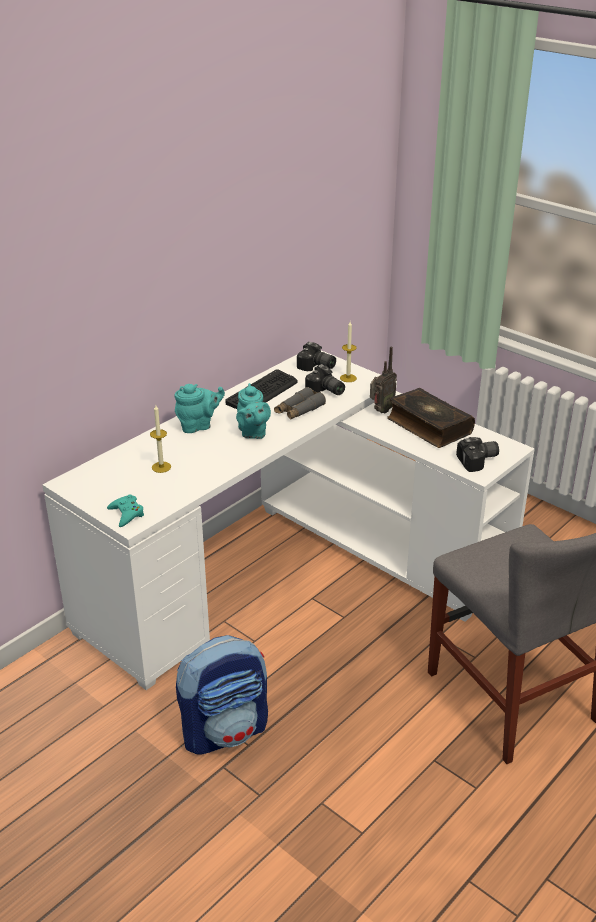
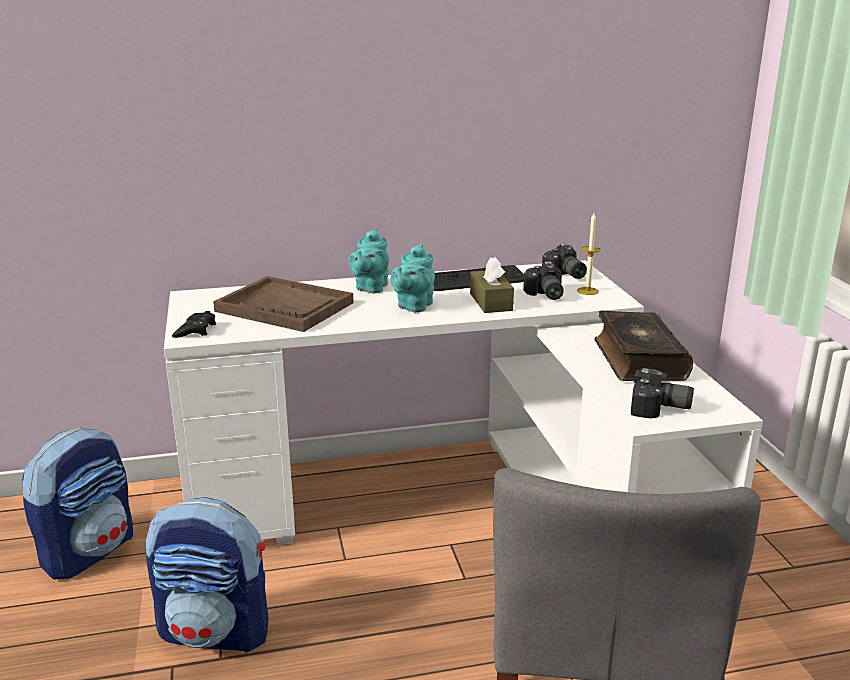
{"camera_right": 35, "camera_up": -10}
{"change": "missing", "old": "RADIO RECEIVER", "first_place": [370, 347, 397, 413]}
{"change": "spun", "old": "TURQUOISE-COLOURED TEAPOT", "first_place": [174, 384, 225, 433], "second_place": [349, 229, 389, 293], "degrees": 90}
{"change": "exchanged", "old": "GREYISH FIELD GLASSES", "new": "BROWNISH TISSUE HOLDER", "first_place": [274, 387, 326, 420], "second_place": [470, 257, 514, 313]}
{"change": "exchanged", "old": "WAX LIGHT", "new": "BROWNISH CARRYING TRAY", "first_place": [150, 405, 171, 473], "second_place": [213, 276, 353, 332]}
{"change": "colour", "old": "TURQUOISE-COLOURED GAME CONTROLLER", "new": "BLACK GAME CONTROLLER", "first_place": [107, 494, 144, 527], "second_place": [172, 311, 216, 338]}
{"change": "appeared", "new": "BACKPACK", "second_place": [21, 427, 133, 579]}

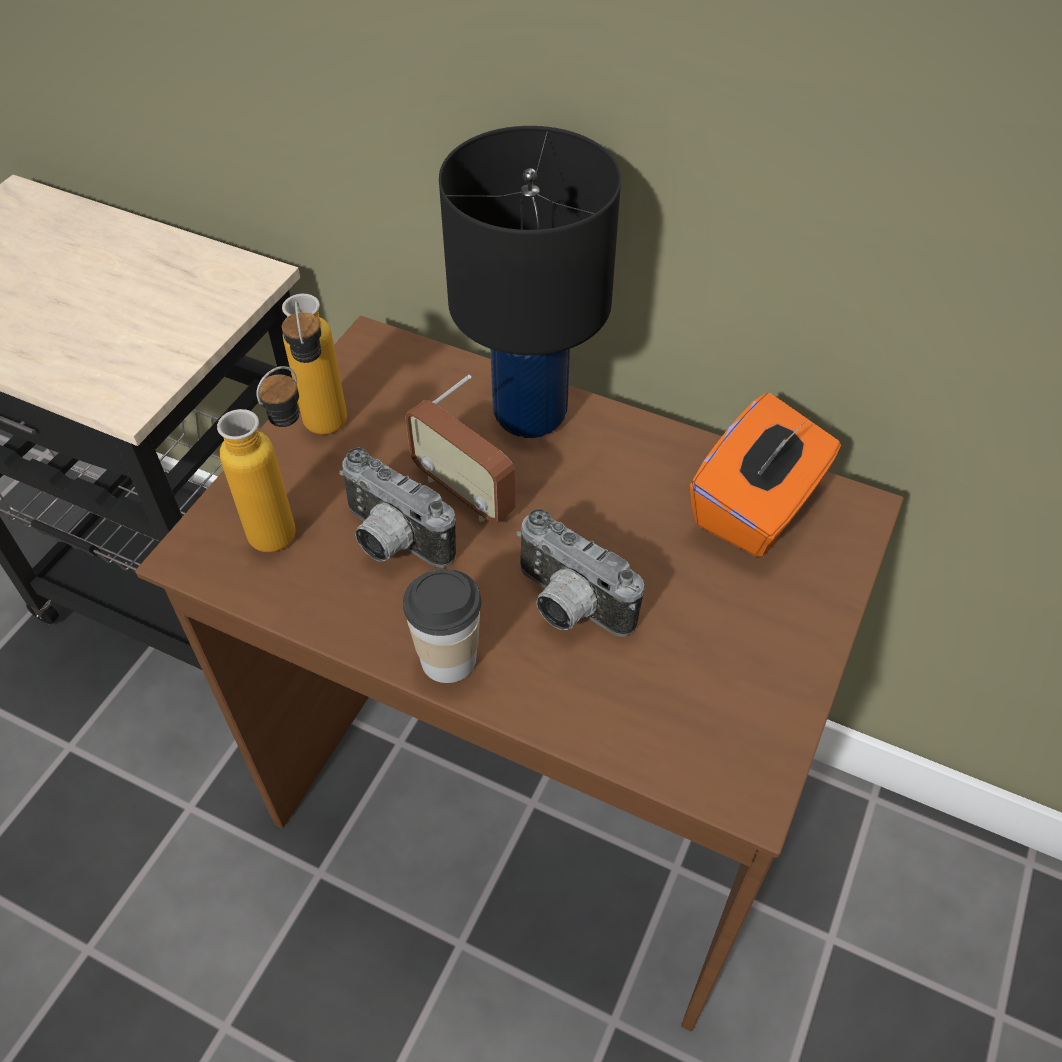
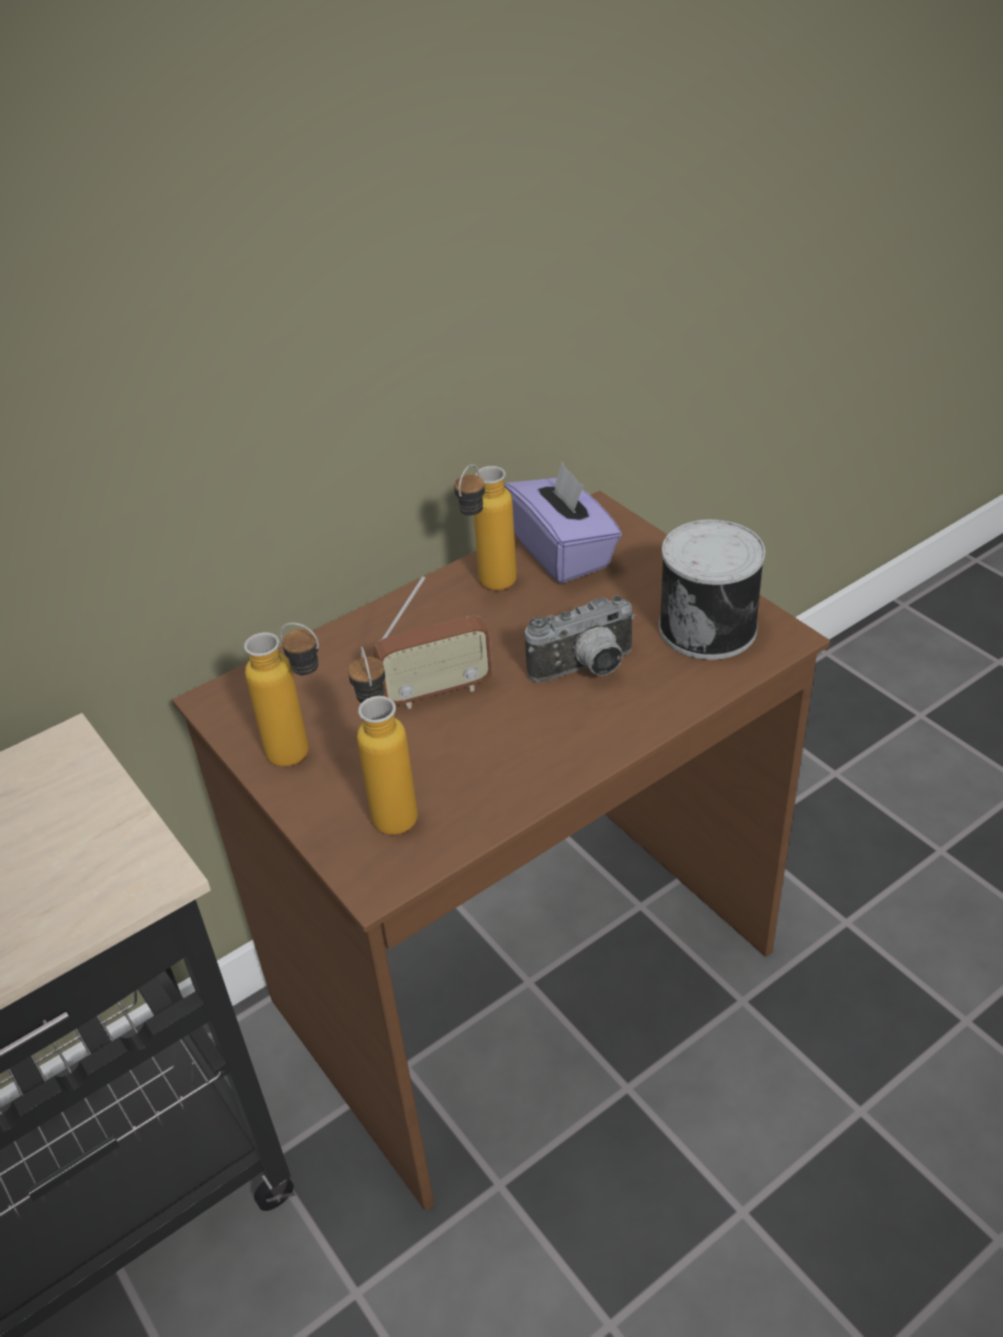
{"camera_right": -60, "camera_up": -10}
{"change": "missing", "old": "BLACK TABLE LAMP", "first_place": [439, 126, 621, 438]}
{"change": "colour", "old": "ORANGEY TISSUE HOLDER", "new": "PURPLE-COLOURED TISSUE HOLDER", "first_place": [690, 393, 841, 557], "second_place": [504, 462, 622, 583]}
{"change": "missing", "old": "STILL CAMERA", "first_place": [339, 447, 456, 567]}
{"change": "missing", "old": "CUP", "first_place": [403, 569, 481, 683]}
{"change": "appeared", "new": "BEVERAGE BOTTLE", "second_place": [454, 464, 517, 591]}
{"change": "appeared", "new": "SEALED CAN", "second_place": [659, 519, 765, 660]}

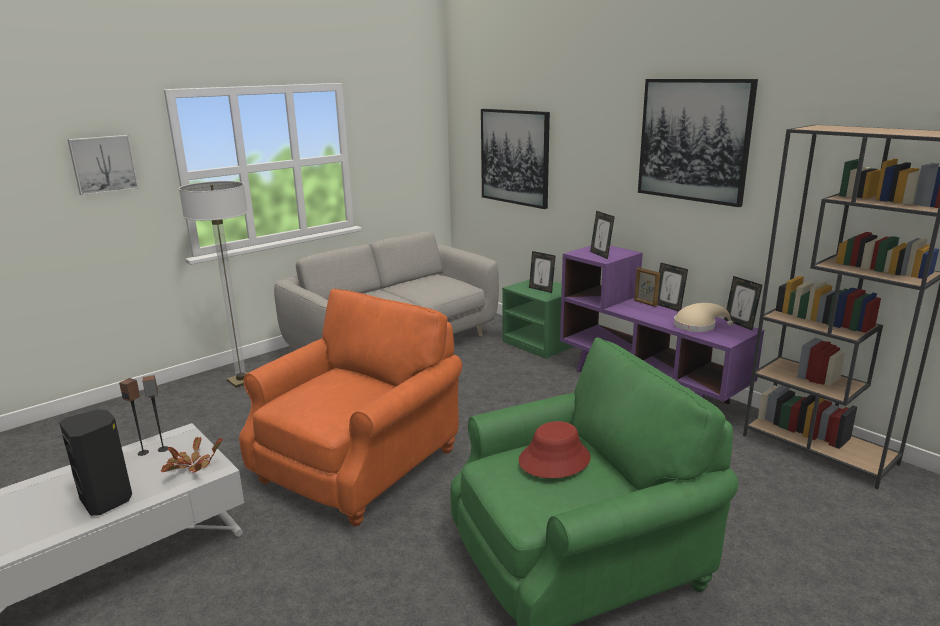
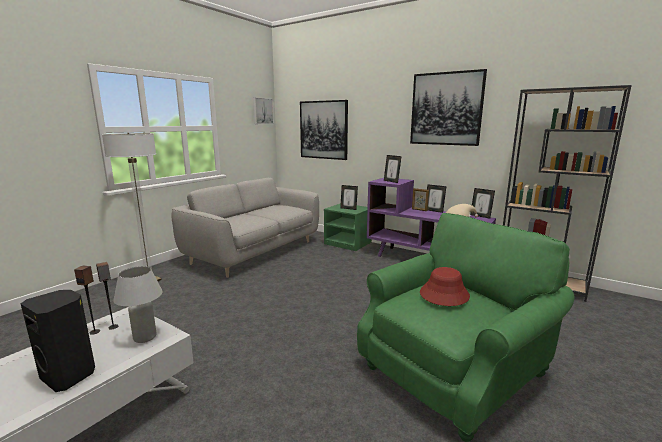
{"camera_right": -15, "camera_up": -5}
{"change": "relocated", "old": "WALL PICTURE", "first_place": [67, 135, 139, 196], "second_place": [253, 98, 274, 124]}
{"change": "missing", "old": "ORANGEY ARMCHAIR", "first_place": [239, 289, 462, 526]}
{"change": "exchanged", "old": "HOUSEPLANT", "new": "WHITISH TABLE LAMP", "first_place": [161, 436, 223, 473], "second_place": [113, 266, 163, 343]}

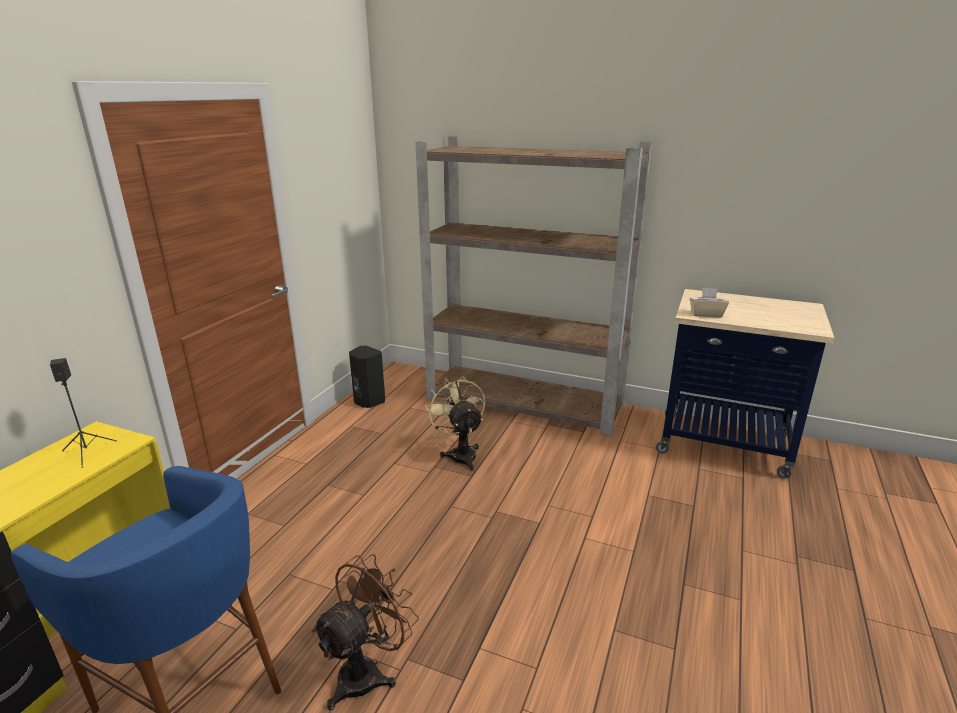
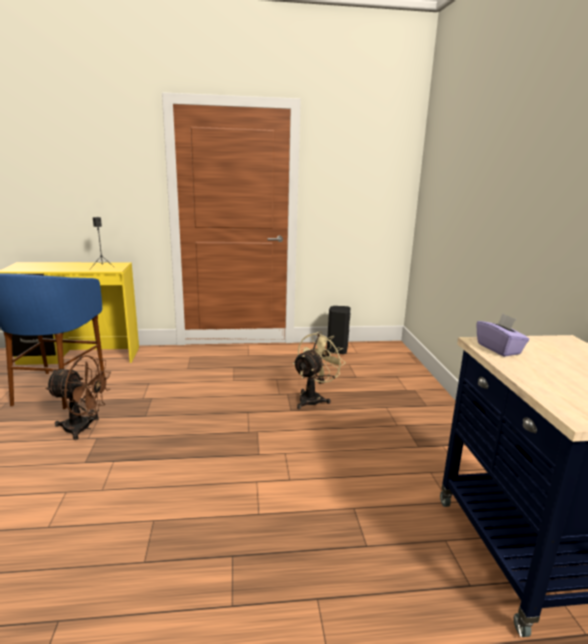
{"camera_right": 60, "camera_up": -5}
{"change": "missing", "old": "BROWNISH BOOKSHELF", "first_place": [415, 137, 652, 436]}
{"change": "colour", "old": "SAND-COLOURED TISSUE HOLDER", "new": "PURPLE-COLOURED TISSUE HOLDER", "first_place": [690, 288, 729, 317], "second_place": [476, 313, 529, 357]}

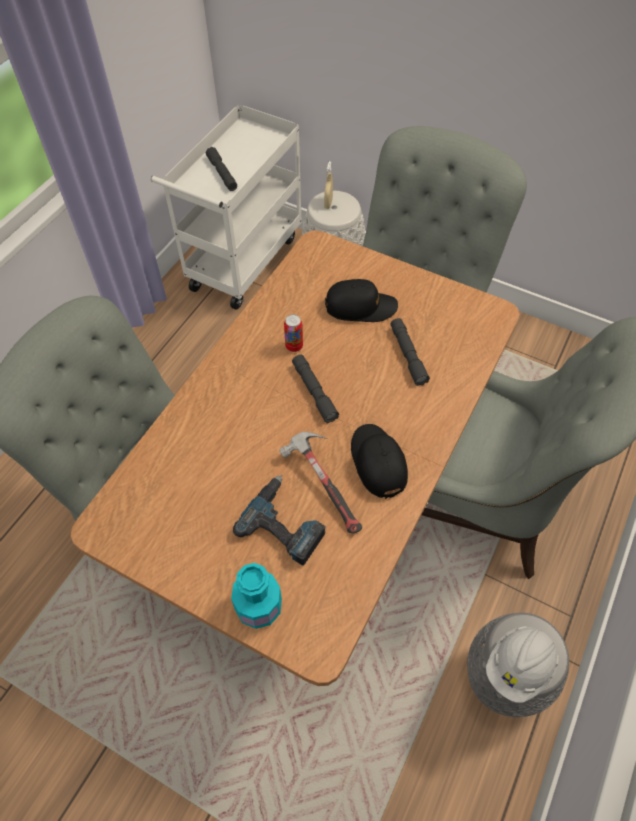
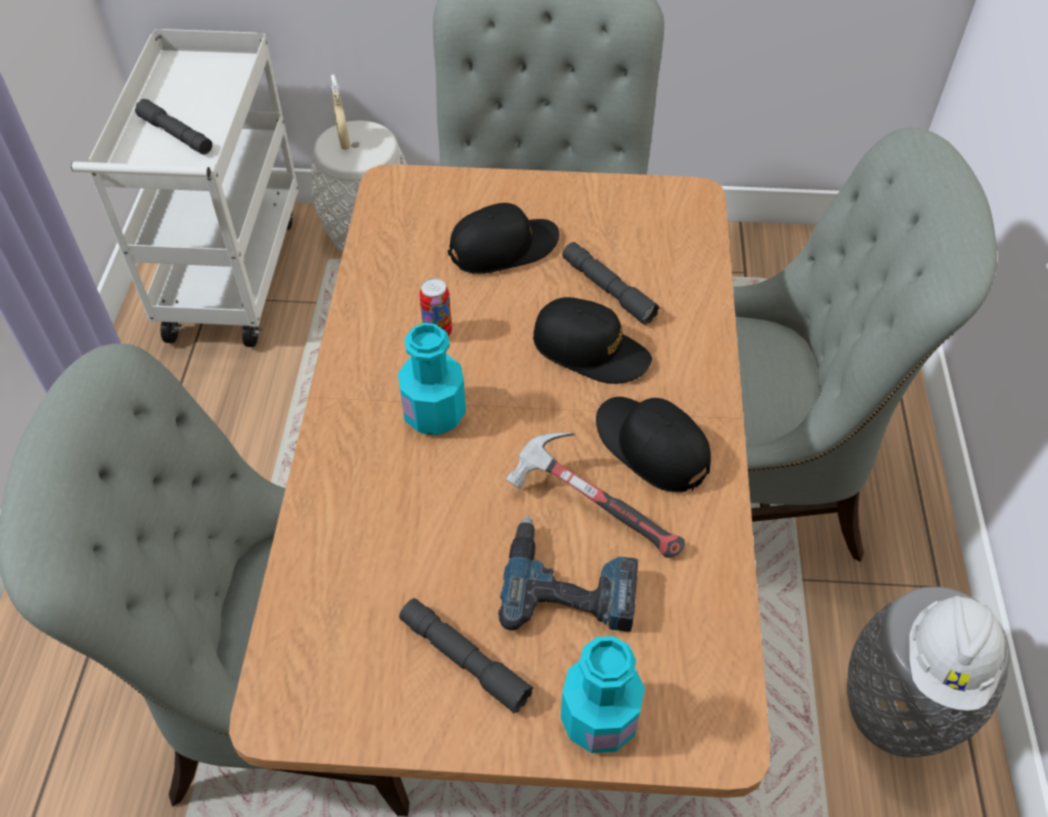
{"camera_right": -25, "camera_up": -5}
{"change": "relocated", "old": "GREYISH HAND TORCH", "first_place": [292, 355, 339, 423], "second_place": [399, 598, 533, 713]}
{"change": "appeared", "new": "BLACK BASEBALL CAP", "second_place": [533, 297, 652, 384]}
{"change": "appeared", "new": "TURQUOISE-COLOURED BEVERAGE BOTTLE", "second_place": [398, 323, 466, 435]}

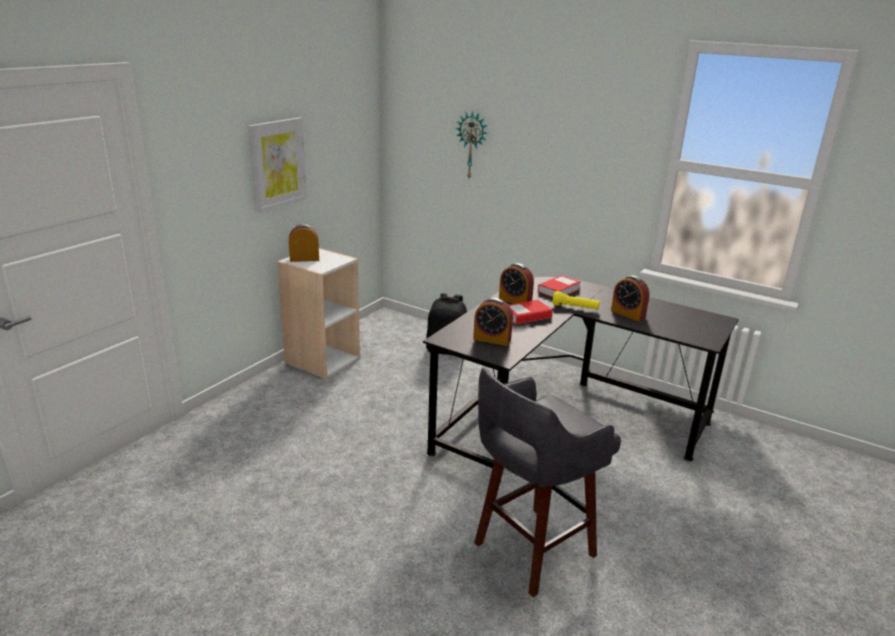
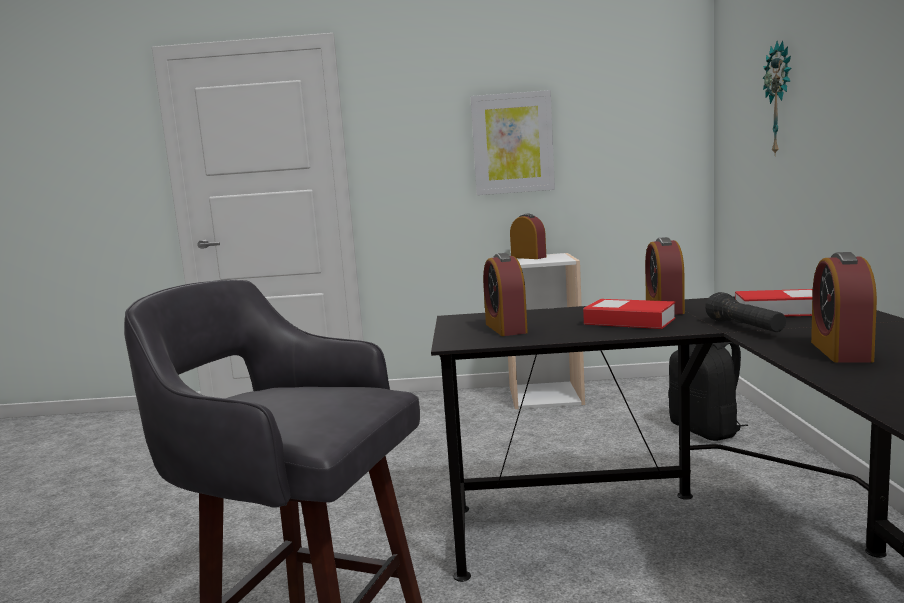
{"camera_right": 60, "camera_up": -15}
{"change": "colour", "old": "YELLOW-COLOURED HAND TORCH", "new": "BLACK HAND TORCH", "first_place": [552, 291, 600, 310], "second_place": [705, 292, 786, 332]}

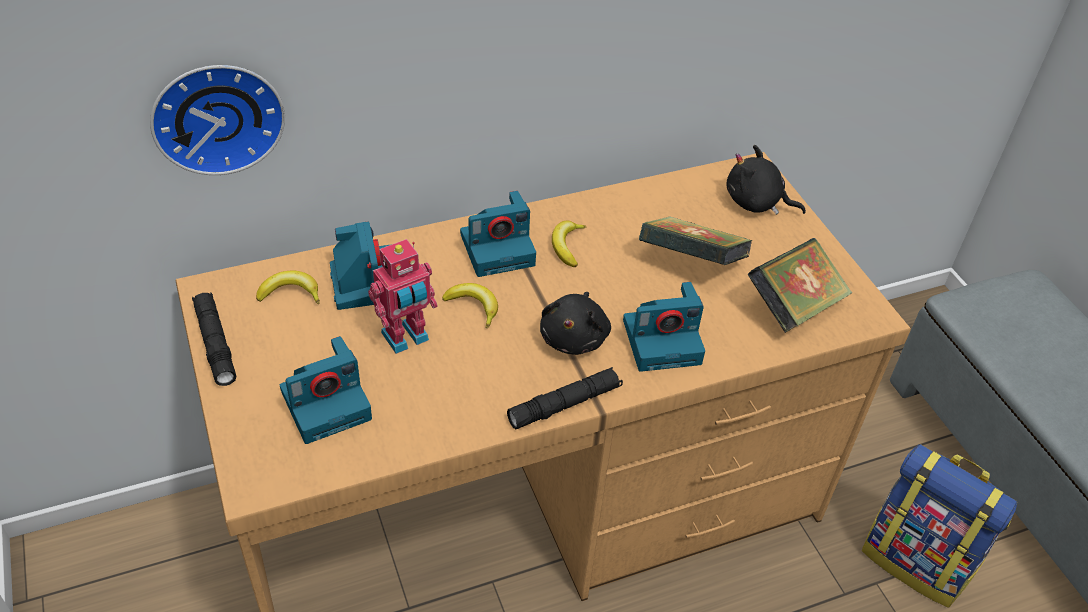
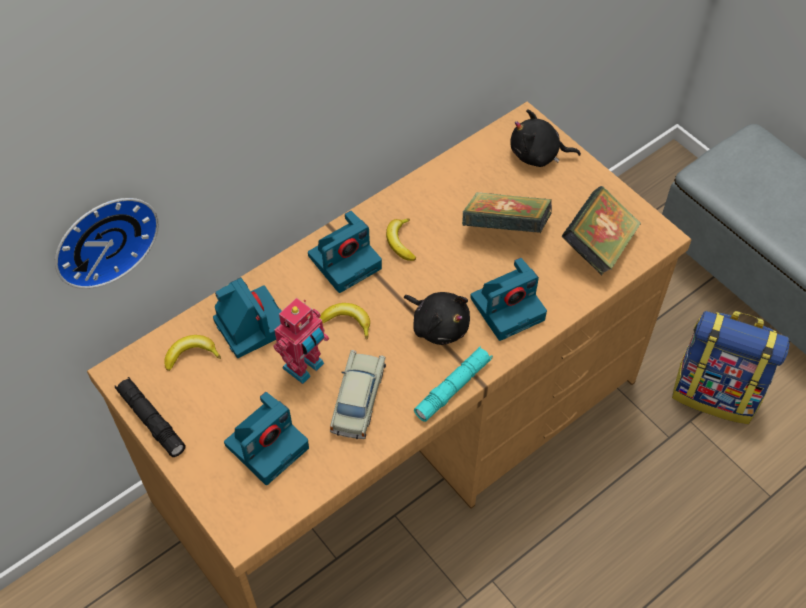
{"camera_right": -15, "camera_up": 10}
{"change": "spun", "old": "BLACK PLUSH TOY", "first_place": [540, 292, 611, 355], "second_place": [404, 292, 470, 345], "degrees": -45}
{"change": "colour", "old": "BLACK HAND TORCH", "new": "TURQUOISE-COLOURED HAND TORCH", "first_place": [507, 367, 623, 429], "second_place": [414, 346, 493, 422]}
{"change": "appeared", "new": "SAND-COLOURED MODEL CAR", "second_place": [330, 350, 386, 439]}

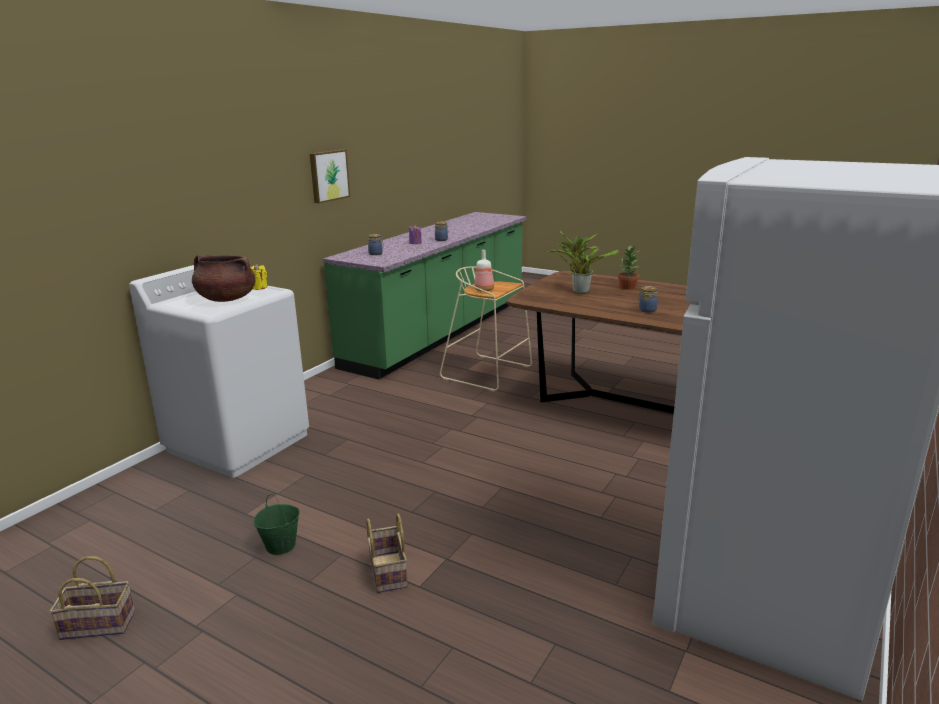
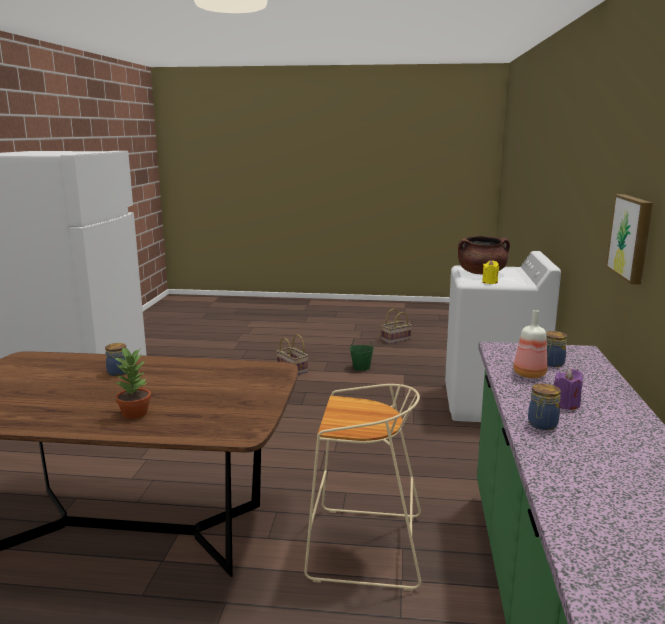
{"camera_right": 155, "camera_up": -5}
{"change": "missing", "old": "HOUSEPLANT", "first_place": [547, 231, 618, 294]}
{"change": "relocated", "old": "BEVERAGE BOTTLE", "first_place": [474, 250, 494, 292], "second_place": [513, 310, 548, 378]}

